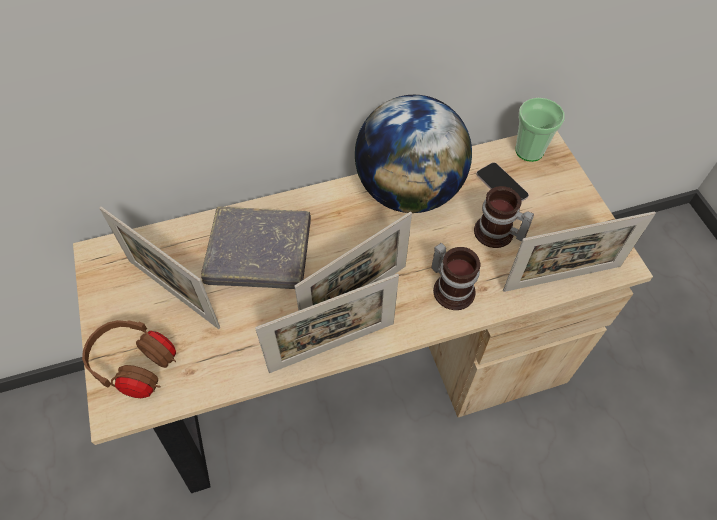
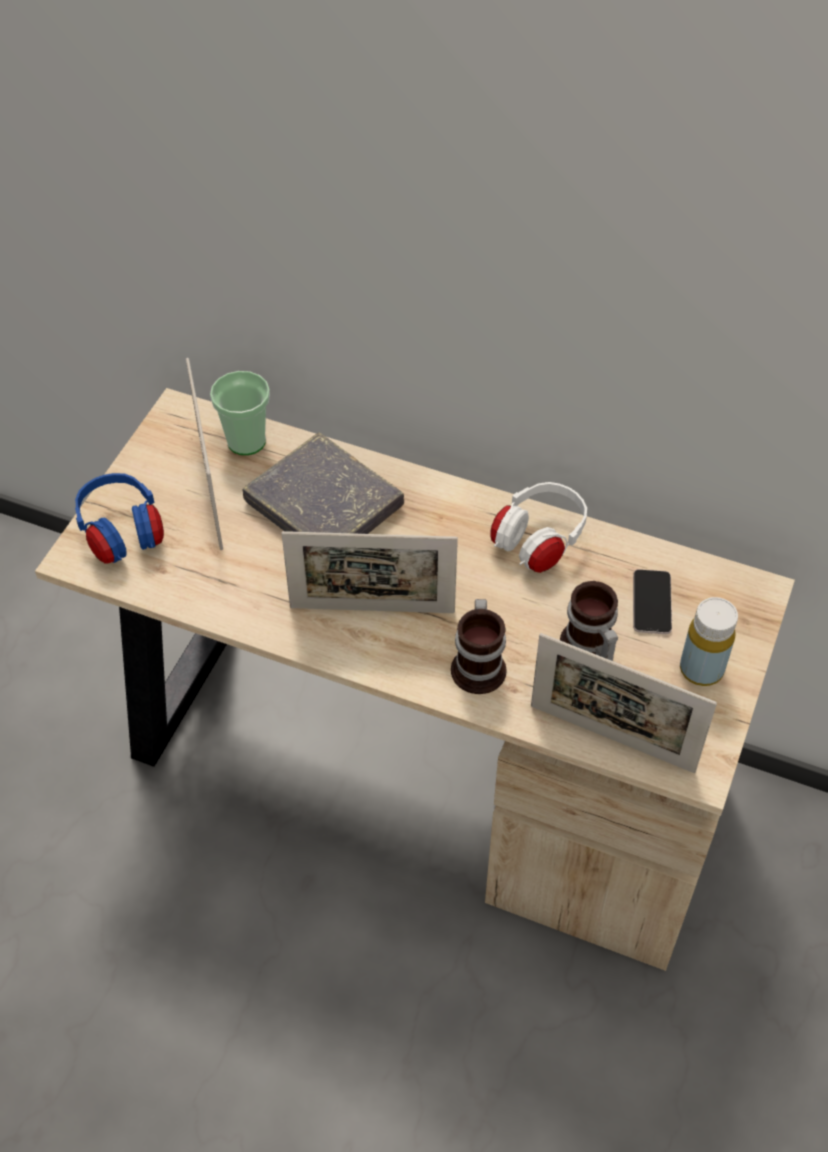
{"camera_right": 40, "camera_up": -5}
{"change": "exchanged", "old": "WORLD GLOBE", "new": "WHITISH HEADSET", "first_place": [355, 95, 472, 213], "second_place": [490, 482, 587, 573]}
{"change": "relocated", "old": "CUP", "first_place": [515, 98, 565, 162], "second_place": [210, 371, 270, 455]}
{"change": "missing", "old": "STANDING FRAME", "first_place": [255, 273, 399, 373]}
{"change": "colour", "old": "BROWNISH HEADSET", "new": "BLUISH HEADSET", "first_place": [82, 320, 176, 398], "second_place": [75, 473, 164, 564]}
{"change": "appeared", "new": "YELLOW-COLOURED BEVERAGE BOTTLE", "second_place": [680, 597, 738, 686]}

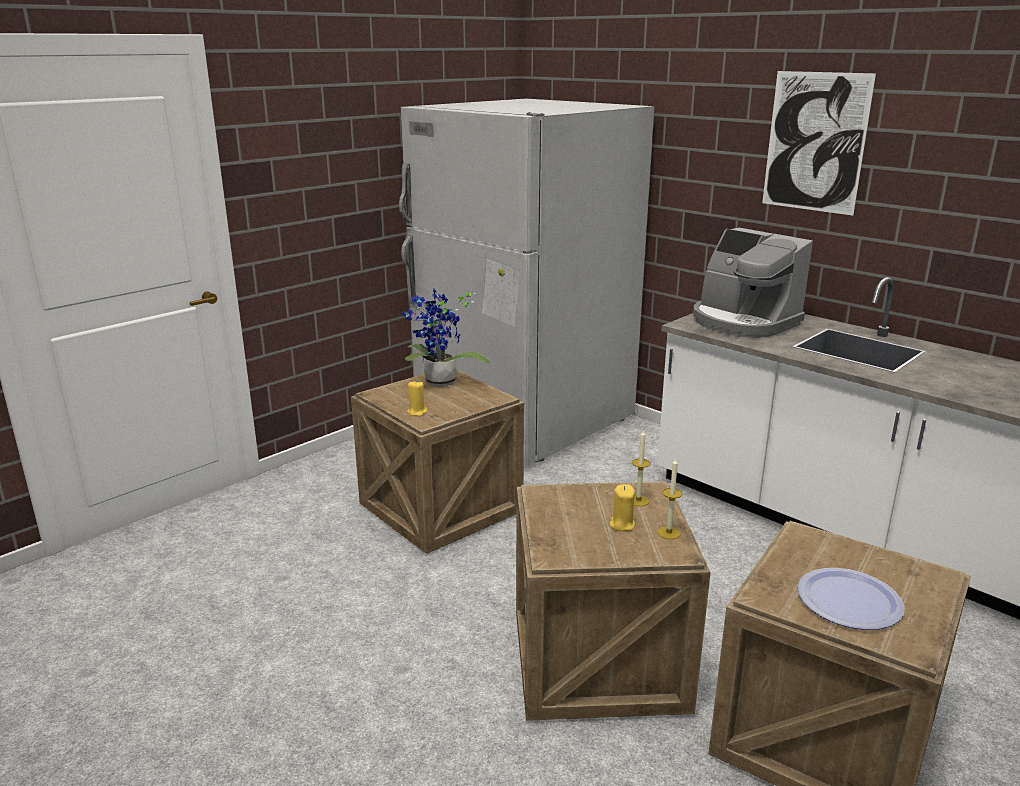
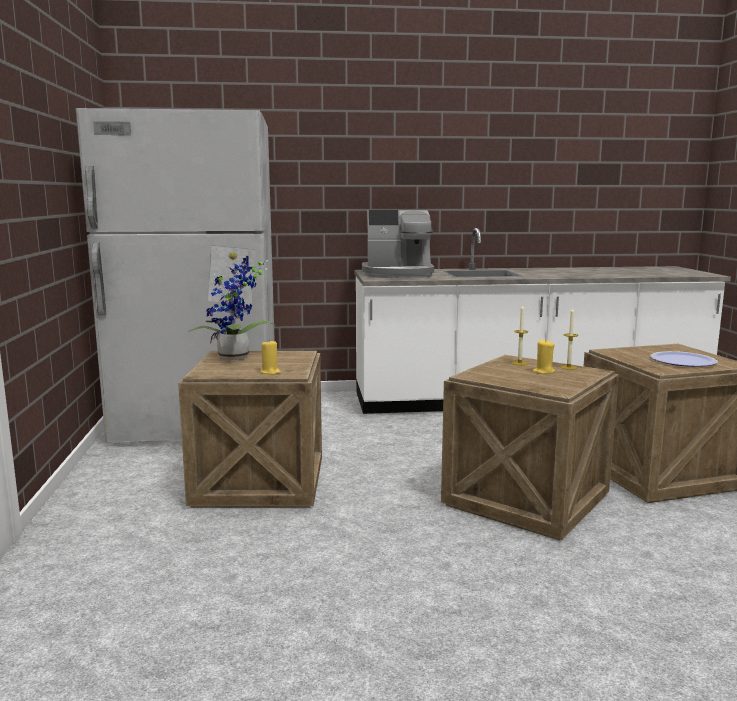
{"camera_right": -50, "camera_up": -10}
{"change": "missing", "old": "WALL PICTURE", "first_place": [762, 71, 876, 216]}

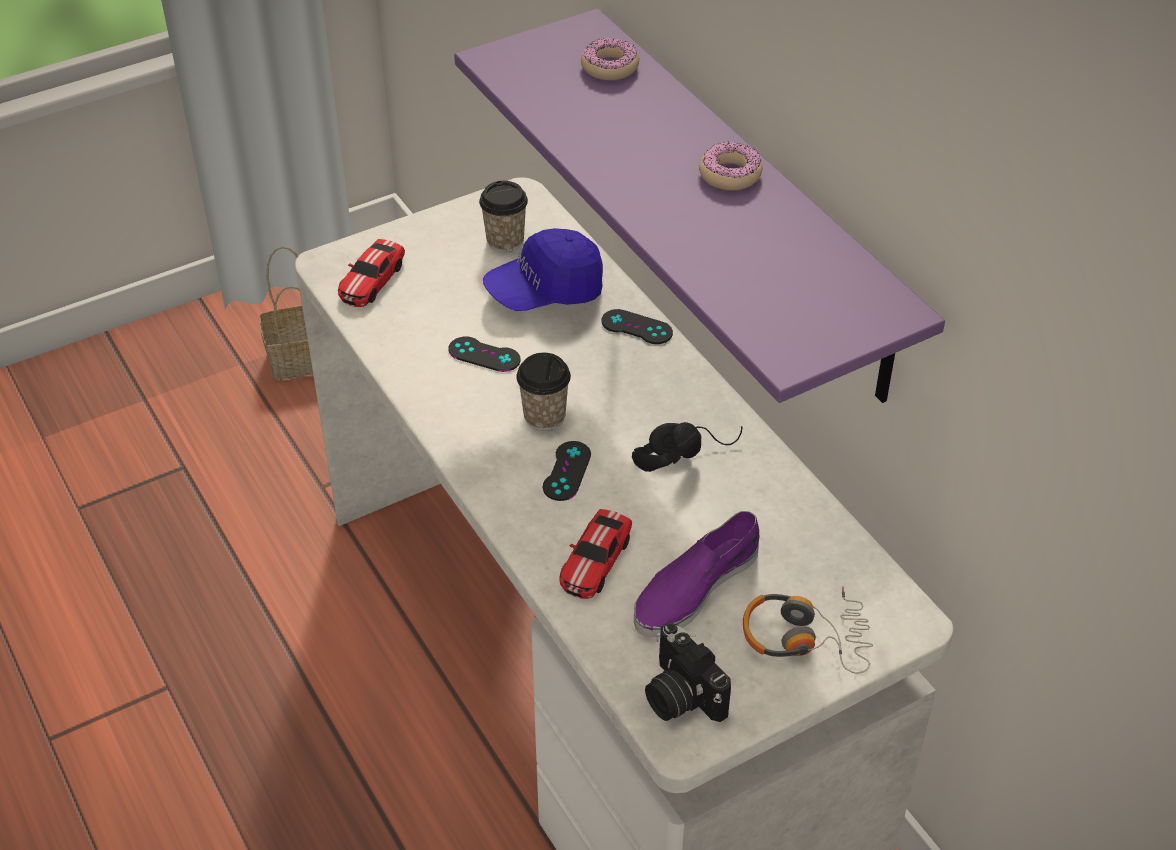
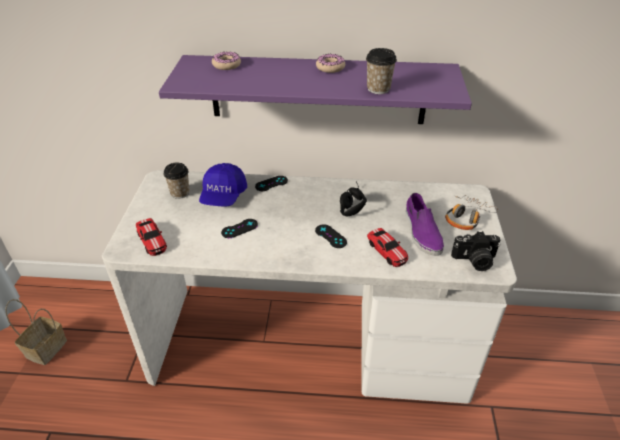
{"camera_right": -55, "camera_up": -5}
{"change": "relocated", "old": "CUP", "first_place": [516, 353, 571, 431], "second_place": [366, 48, 397, 94]}

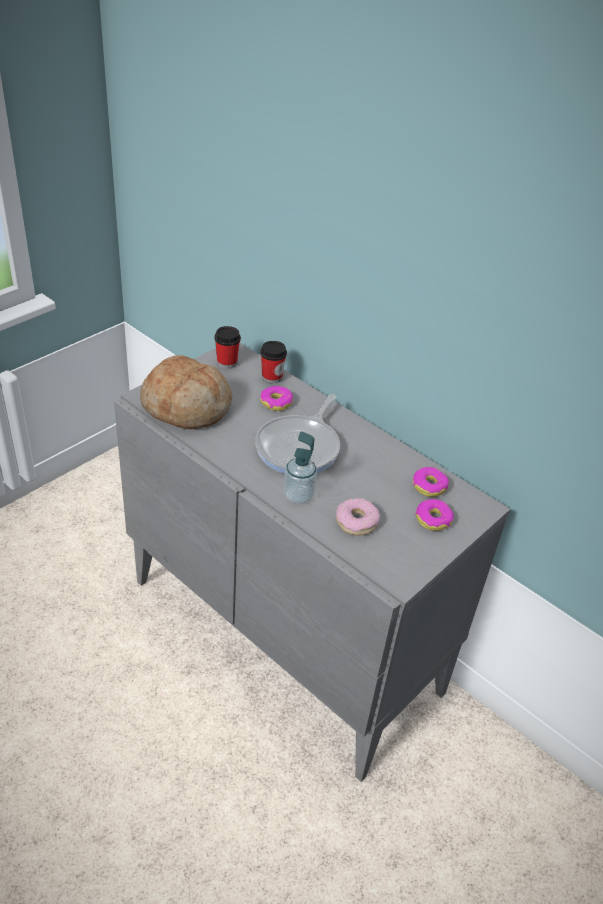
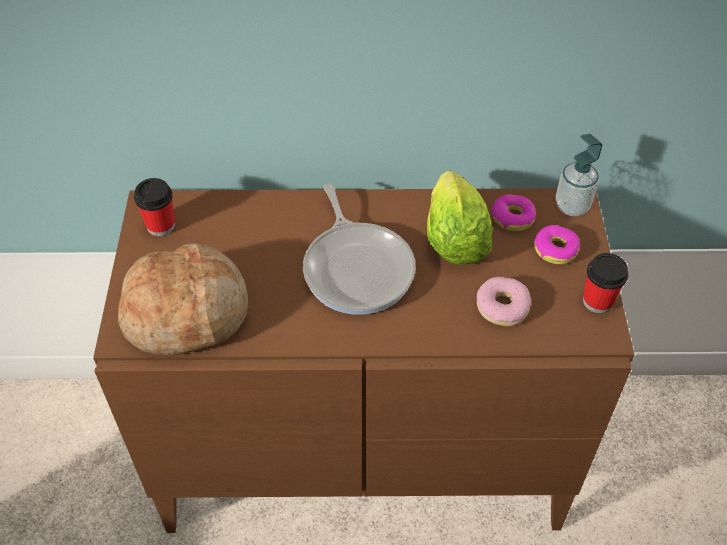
{"camera_right": -40, "camera_up": 10}
{"change": "relocated", "old": "CUP", "first_place": [260, 341, 287, 384], "second_place": [583, 253, 628, 313]}
{"change": "colour", "old": "GREYISH CABINET", "new": "BROWNISH CABINET", "first_place": [114, 343, 510, 782], "second_place": [93, 188, 635, 533]}
{"change": "missing", "old": "DONUT", "first_place": [260, 386, 293, 411]}
{"change": "relocated", "old": "SOAP BOTTLE", "first_place": [284, 431, 317, 504], "second_place": [556, 134, 602, 216]}
{"change": "appeared", "new": "HEAD OF LETTUCE", "second_place": [427, 171, 493, 265]}

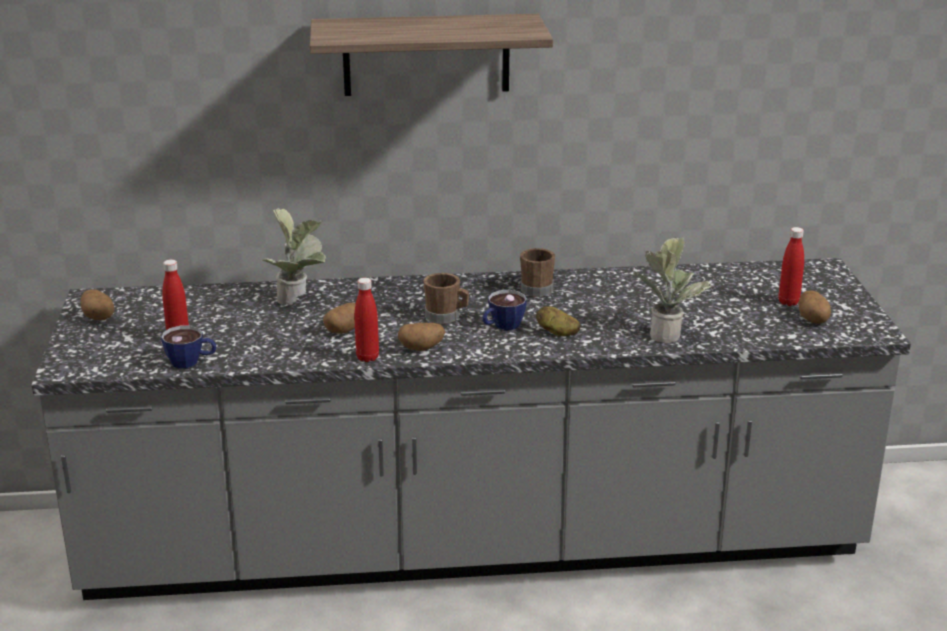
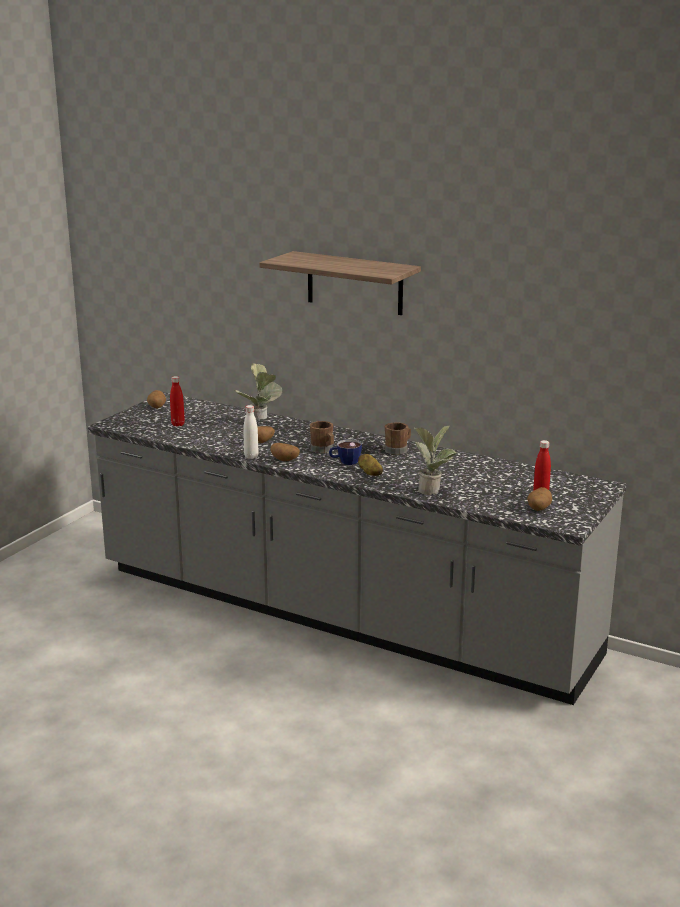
{"camera_right": 35, "camera_up": -5}
{"change": "colour", "old": "RED-COLOURED BEVERAGE BOTTLE", "new": "WHITISH BEVERAGE BOTTLE", "first_place": [354, 278, 379, 362], "second_place": [243, 405, 259, 459]}
{"change": "missing", "old": "CUP", "first_place": [161, 326, 216, 368]}

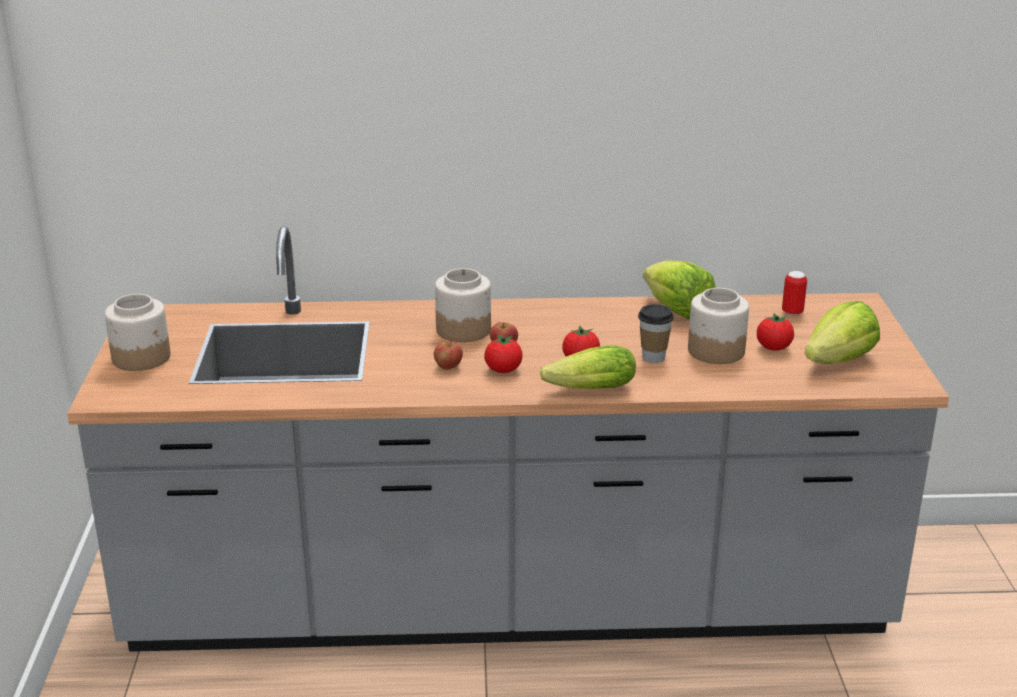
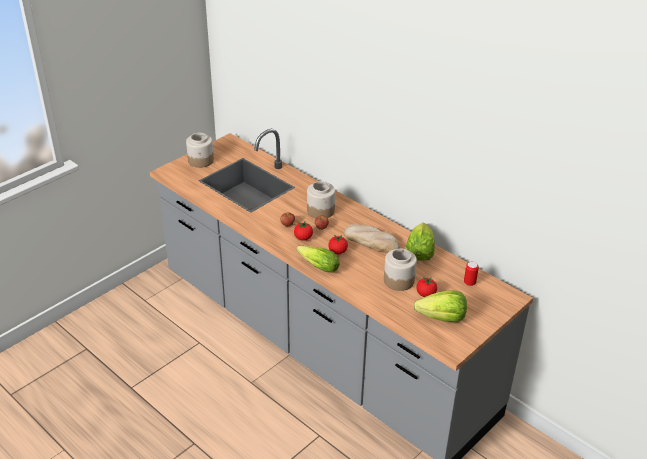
{"camera_right": 45, "camera_up": 10}
{"change": "missing", "old": "CUP", "first_place": [638, 304, 674, 363]}
{"change": "appeared", "new": "BREAD", "second_place": [344, 224, 400, 253]}

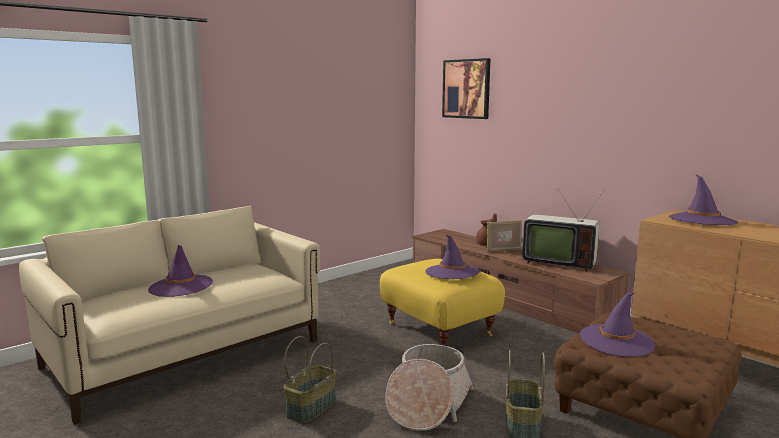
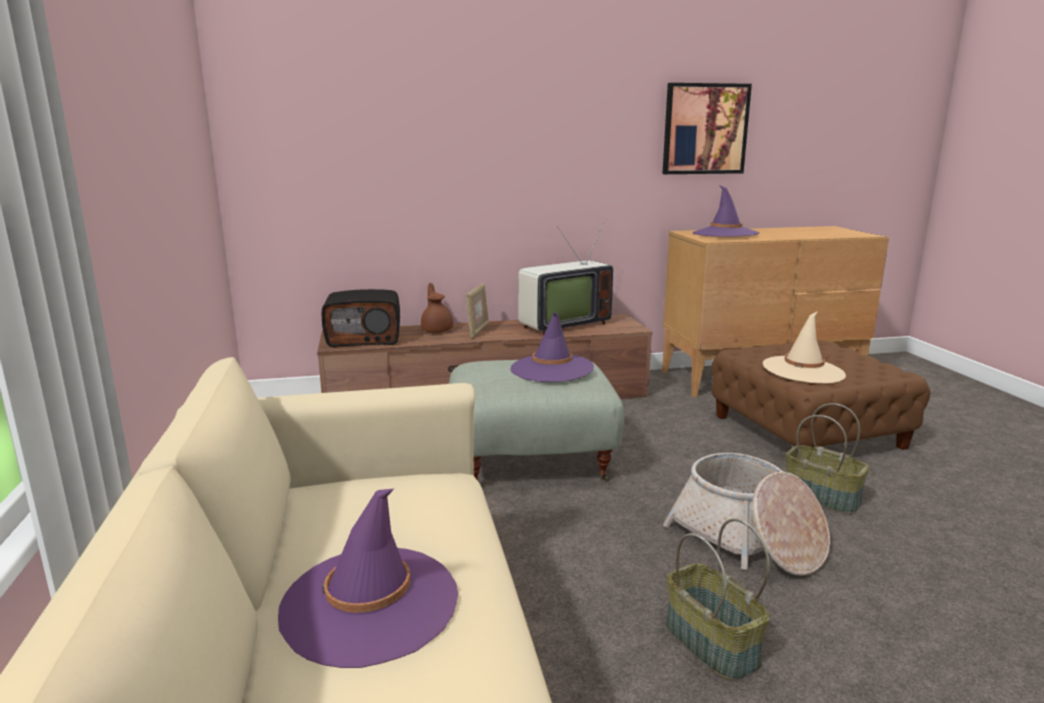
{"camera_right": -60, "camera_up": 5}
{"change": "relocated", "old": "WALL PICTURE", "first_place": [442, 58, 491, 119], "second_place": [662, 83, 752, 174]}
{"change": "colour", "old": "YELLOW-COLOURED POUFFE", "new": "GREYISH POUFFE", "first_place": [380, 259, 505, 346], "second_place": [449, 360, 625, 482]}
{"change": "colour", "old": "PURPLE-COLOURED WEARABLE HAT", "new": "SAND-COLOURED WEARABLE HAT", "first_place": [580, 292, 655, 357], "second_place": [763, 311, 846, 384]}
{"change": "appeared", "new": "RADIO RECEIVER", "second_place": [322, 289, 400, 348]}

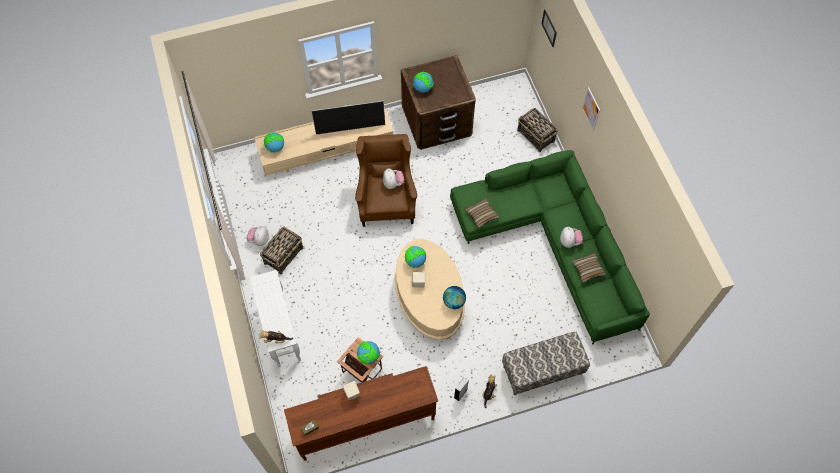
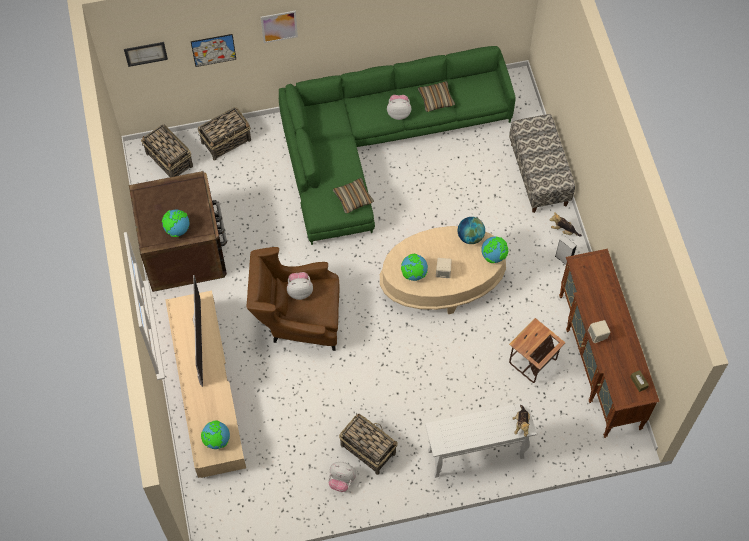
{"camera_right": -85, "camera_up": 0}
{"change": "relocated", "old": "WORLD GLOBE", "first_place": [357, 341, 380, 365], "second_place": [481, 237, 508, 263]}
{"change": "appeared", "new": "WALL PICTURE", "second_place": [191, 34, 236, 67]}
{"change": "appeared", "new": "STORAGE BASKET", "second_place": [141, 124, 193, 177]}

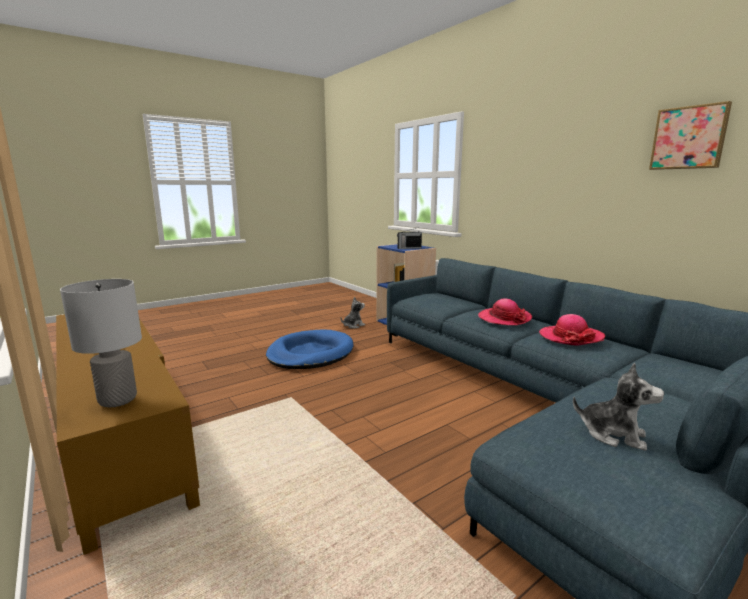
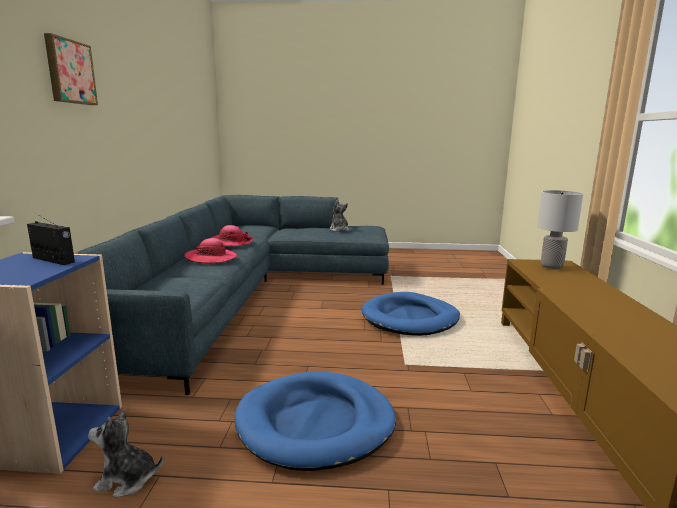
{"camera_right": -140, "camera_up": 0}
{"change": "relocated", "old": "WALL PICTURE", "first_place": [649, 101, 732, 170], "second_place": [44, 33, 98, 105]}
{"change": "appeared", "new": "BLUISH DOG BED", "second_place": [362, 292, 460, 336]}

